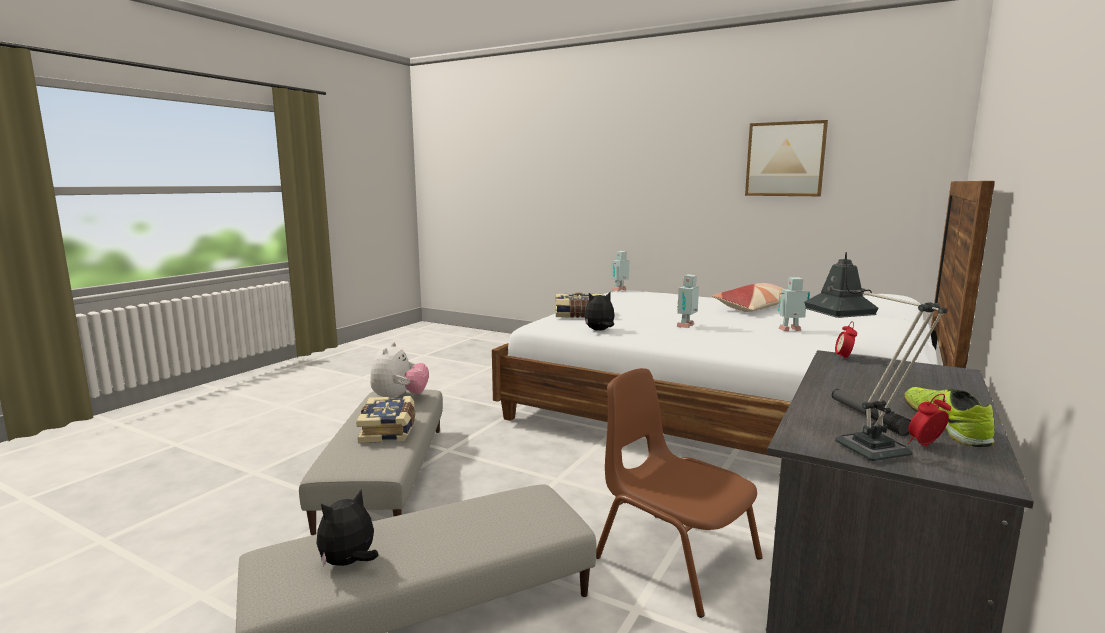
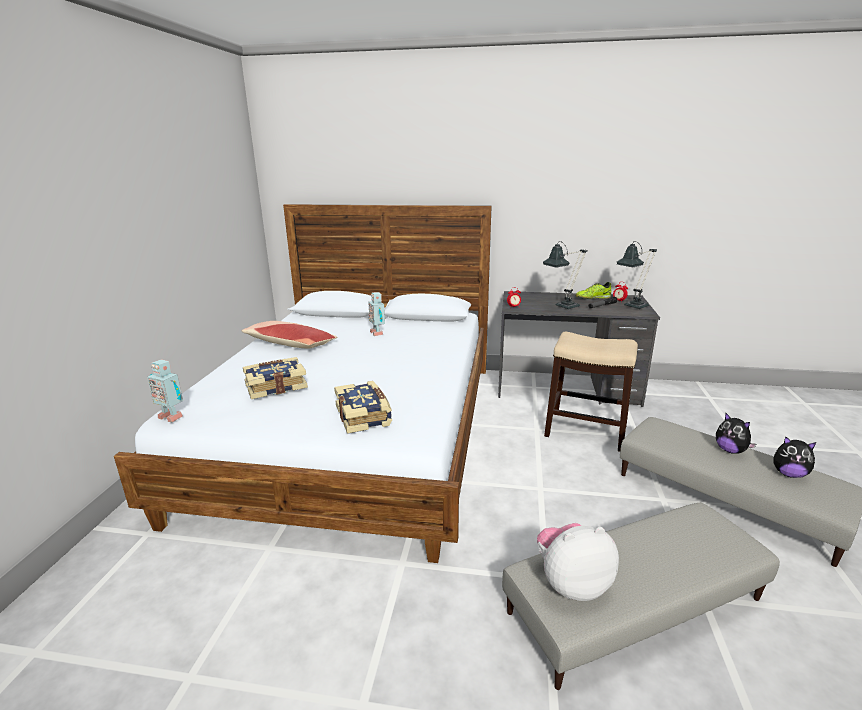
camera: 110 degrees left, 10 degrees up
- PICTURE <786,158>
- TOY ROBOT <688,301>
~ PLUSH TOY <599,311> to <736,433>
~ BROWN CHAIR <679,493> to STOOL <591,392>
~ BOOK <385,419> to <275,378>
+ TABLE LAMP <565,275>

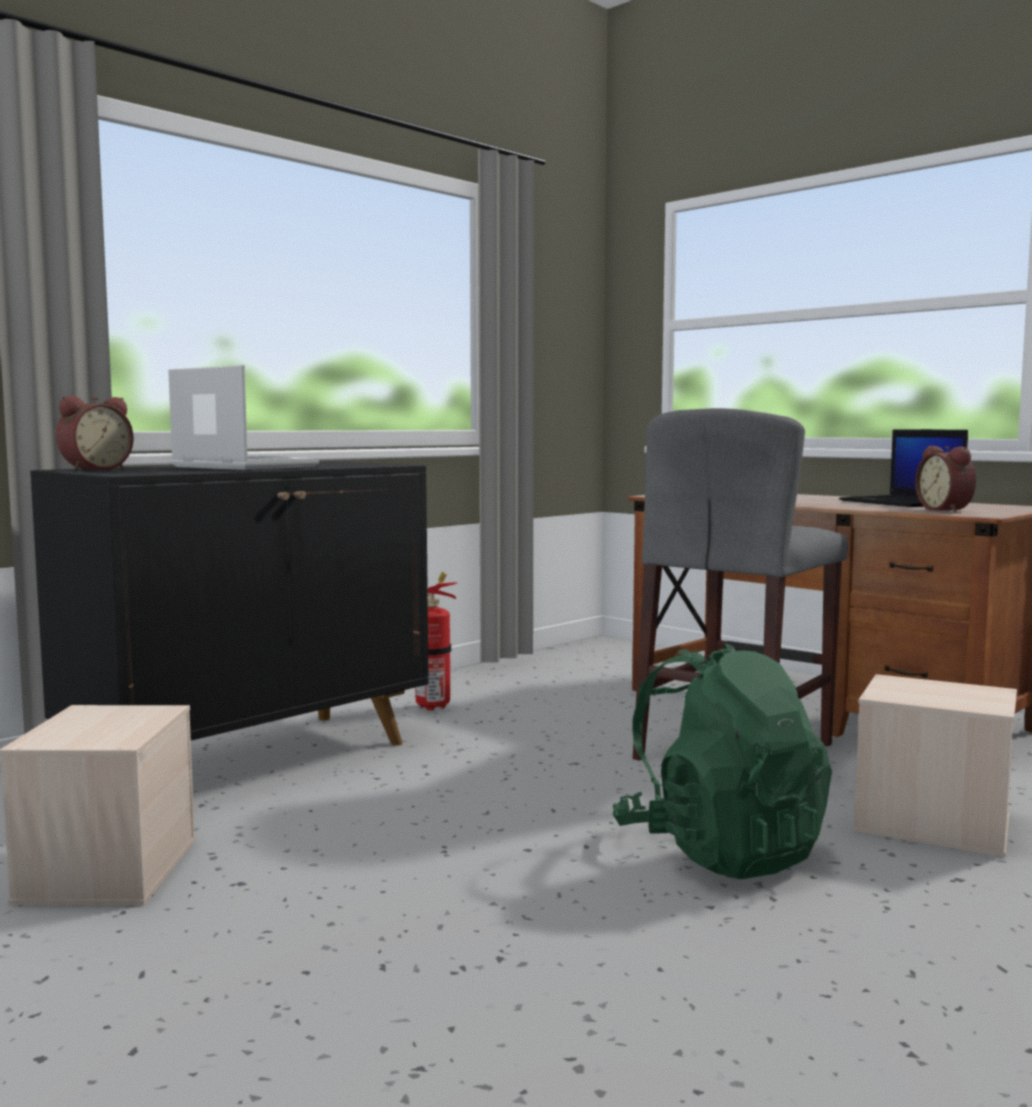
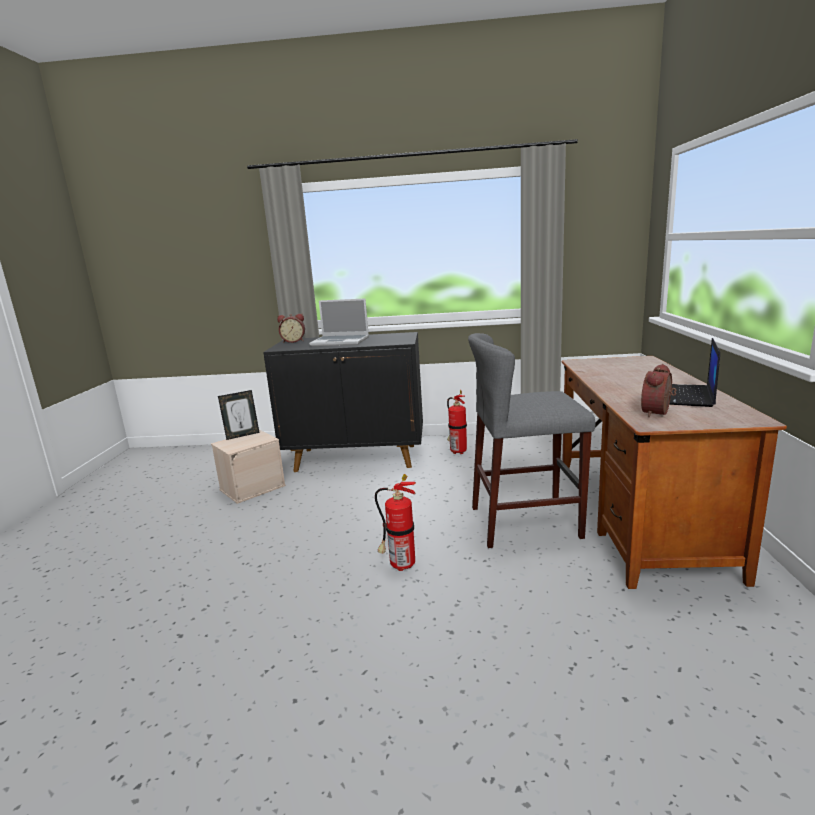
camera: 50 degrees right, 10 degrees up
~ LAPTOP <243,417> = <339,322> 105 degrees clockwise
~ GREEN BACKPACK <722,761> to FIRE EXTINGUISHER <395,522>
- BEIGE STORAGE BOX <935,765>
+ PICTURE FRAME <239,415>

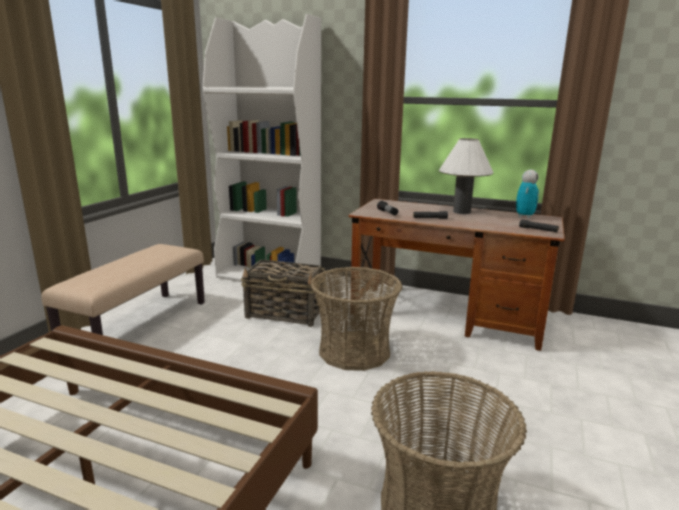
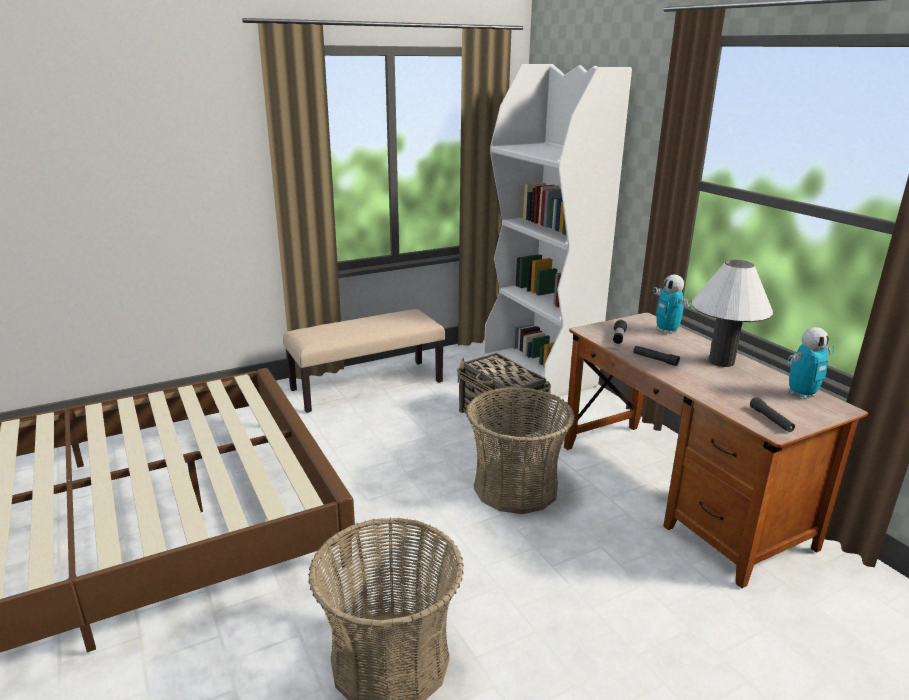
camera: 40 degrees right, 5 degrees up
+ TOY ROBOT <672,304>

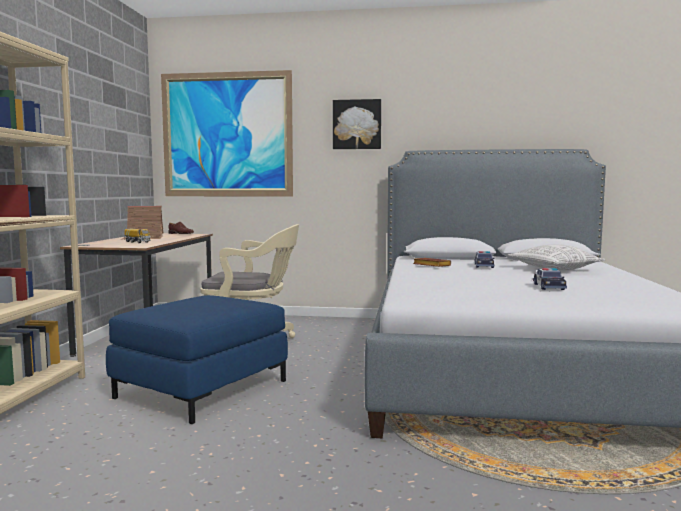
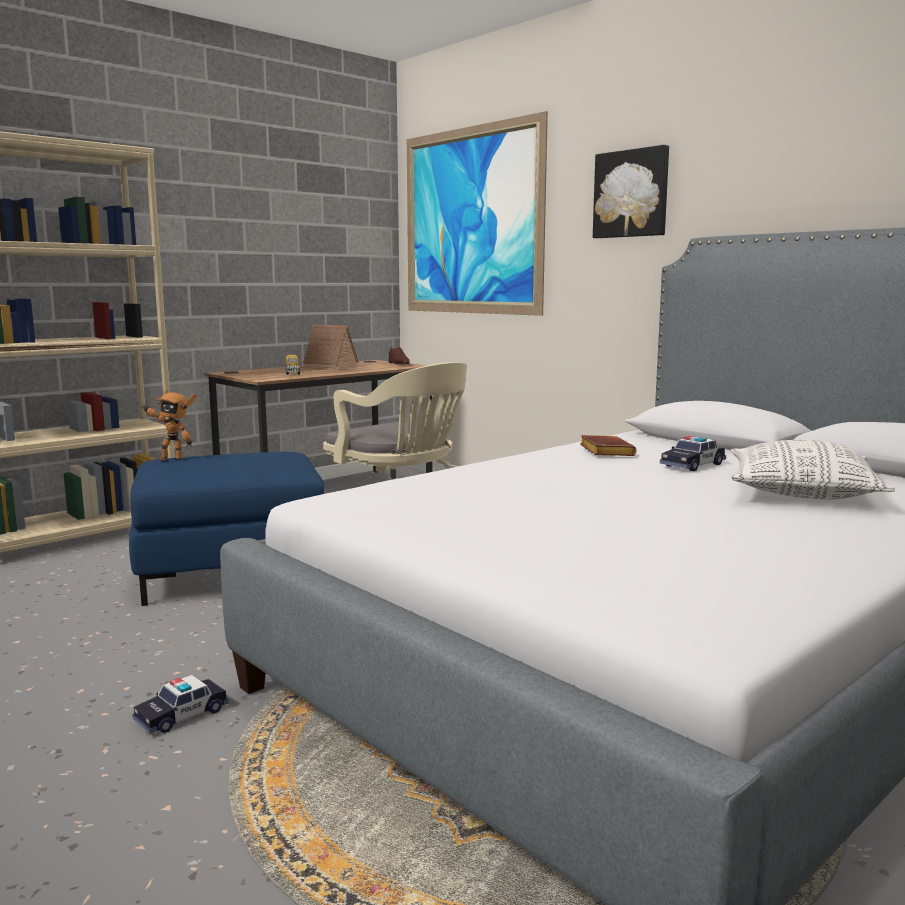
camera: 40 degrees right, 5 degrees up
~ TOY CAR <550,279> to <180,704>
+ TOY ROBOT <169,425>

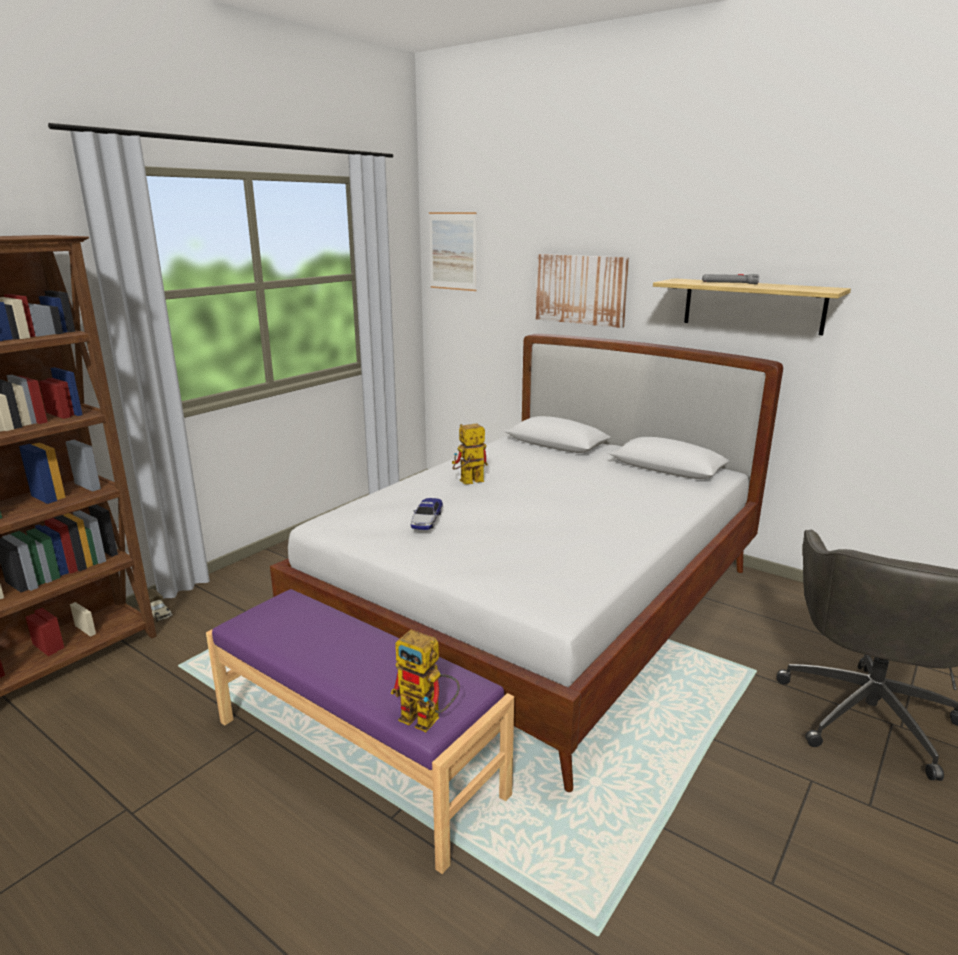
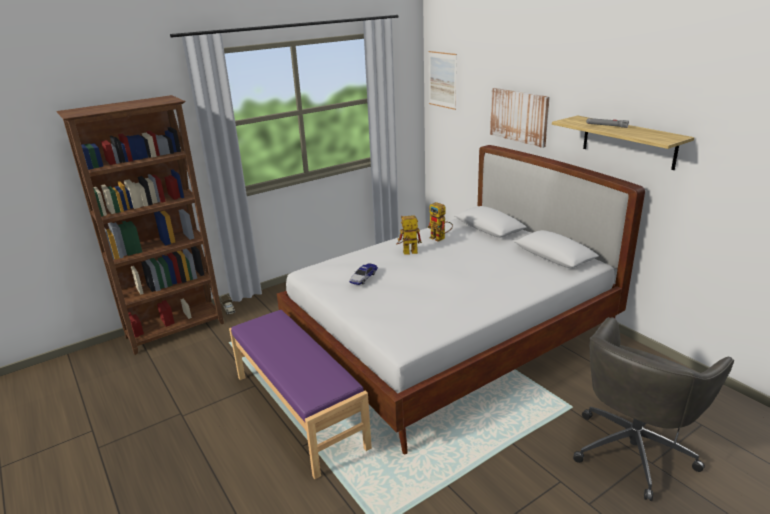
camera: 20 degrees right, 5 degrees up
~ TOY ROBOT <425,680> to <440,222>

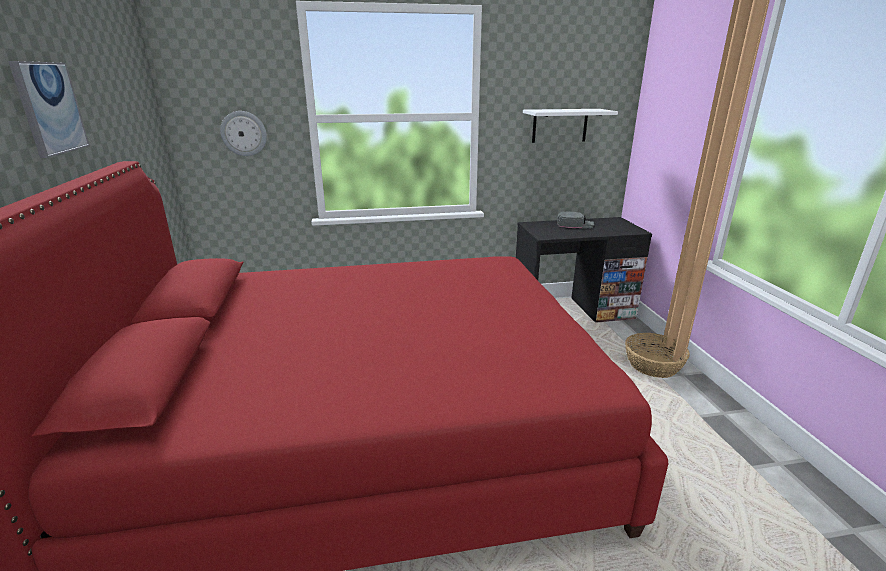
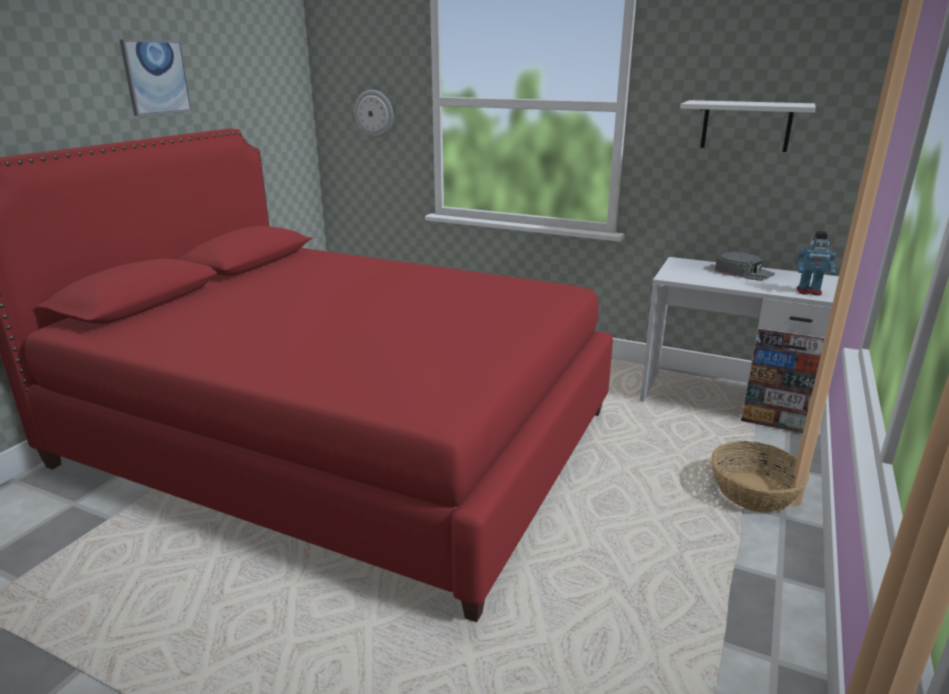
camera: 35 degrees right, 0 degrees up
~ BLACK DESK <584,270> to WHITE DESK <739,345>
+ TOY ROBOT <816,263>

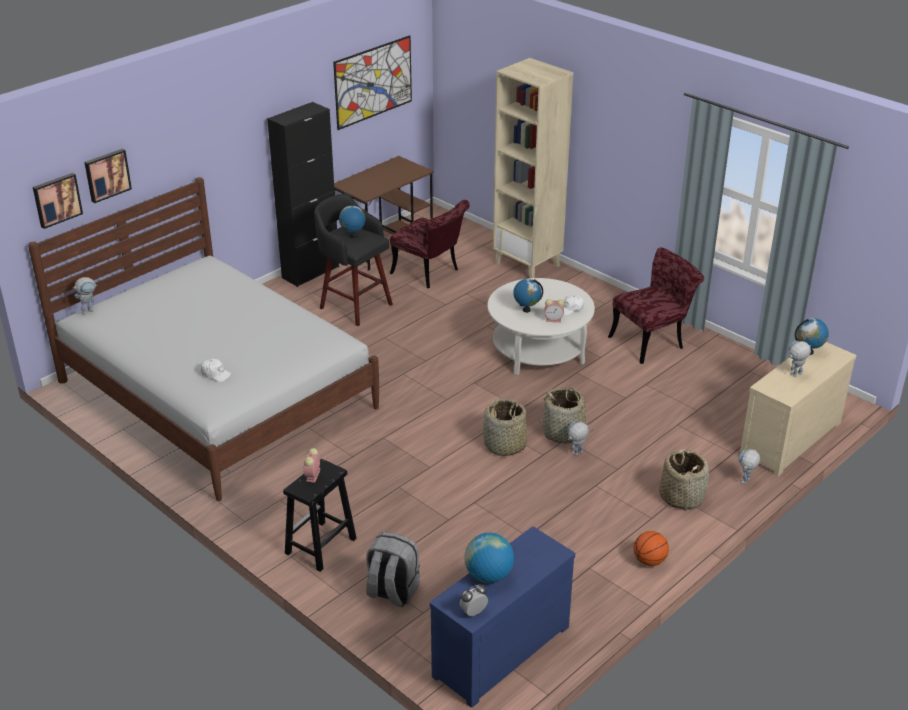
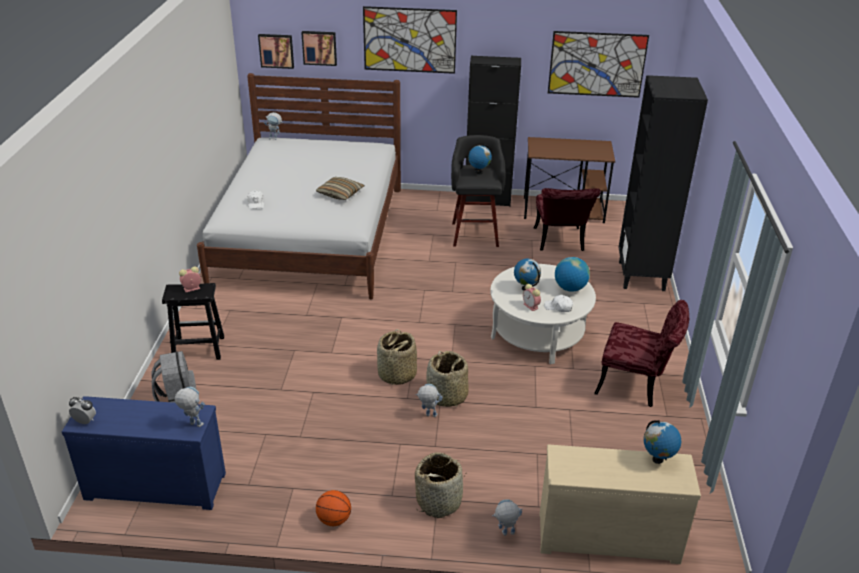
camera: 50 degrees right, 0 degrees up
~ BEIGE BOOKCASE <533,168> to BLACK BOOKCASE <663,183>
~ TOY ROBOT <799,359> to <190,407>
~ GLOBE <489,558> to <572,274>
+ PICTURE <410,40>
+ PILLOW <340,188>

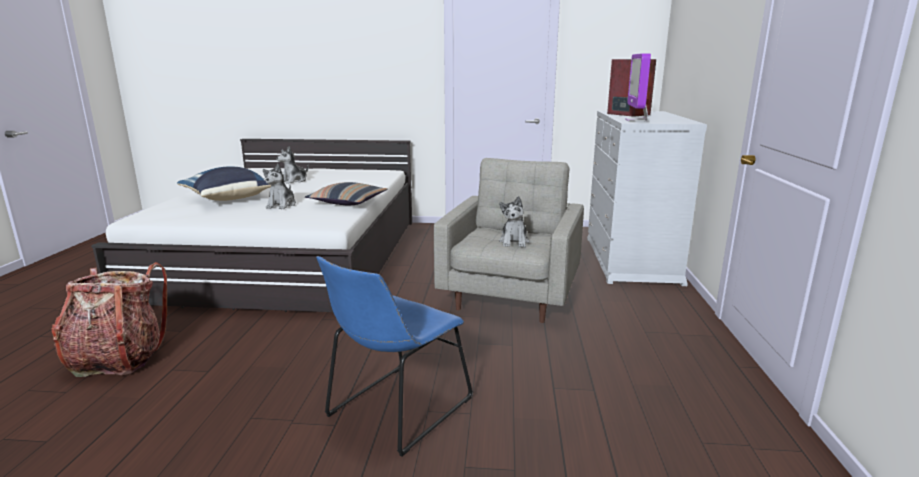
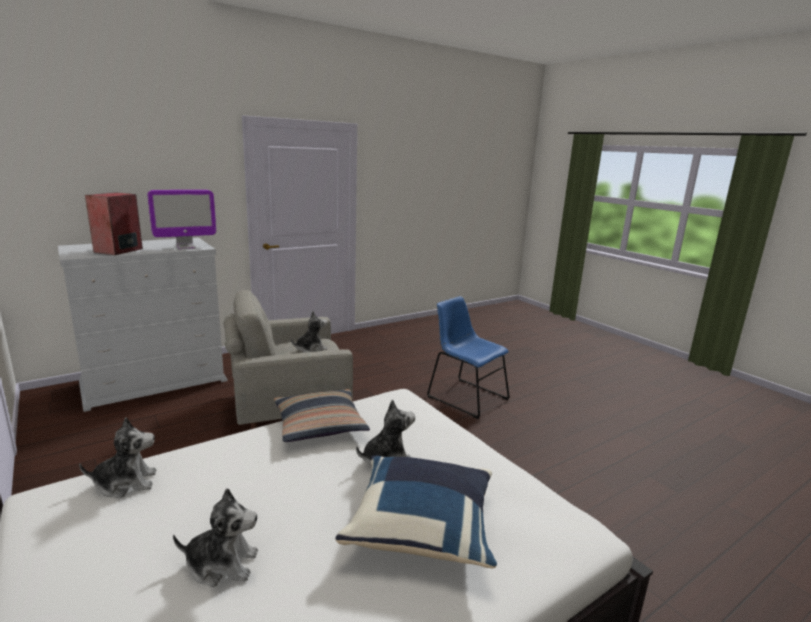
camera: 130 degrees left, 0 degrees up
~ BLUE CHAIR <394,356> = <468,357> 135 degrees counterclockwise
- BACKPACK <109,319>
+ PLUSH TOY <118,457>

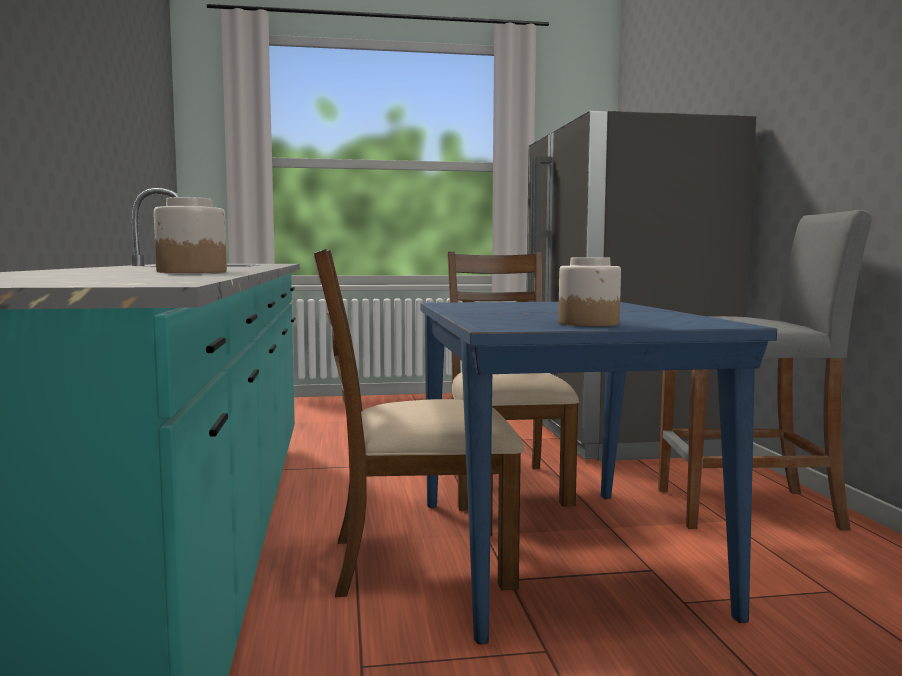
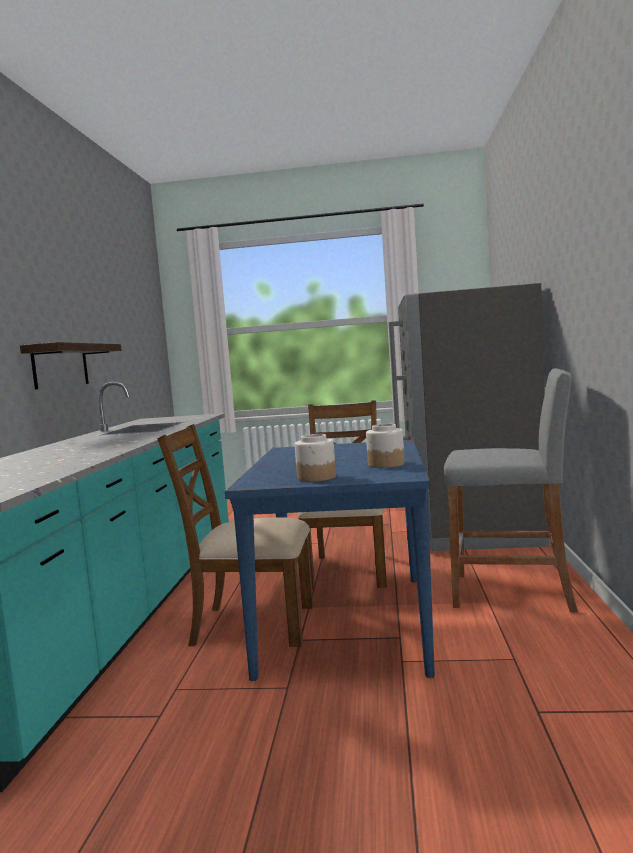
camera: 15 degrees right, 0 degrees up
~ JAR <190,235> to <385,446>
+ SHELF <71,366>

